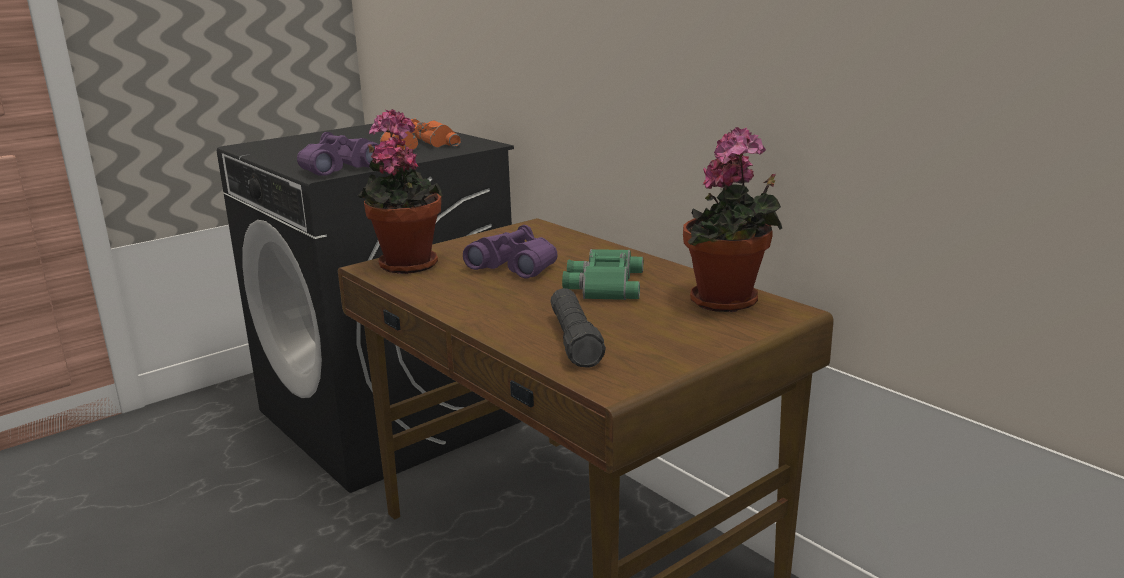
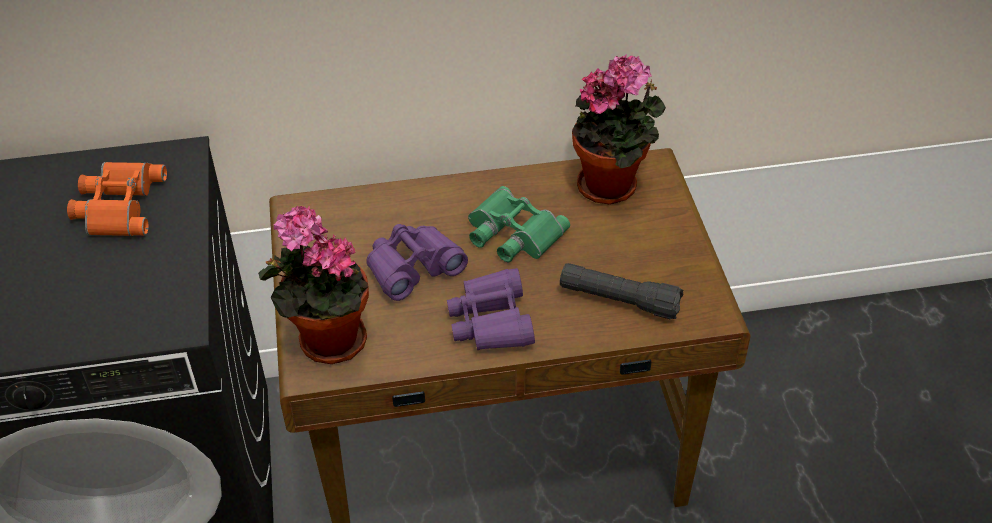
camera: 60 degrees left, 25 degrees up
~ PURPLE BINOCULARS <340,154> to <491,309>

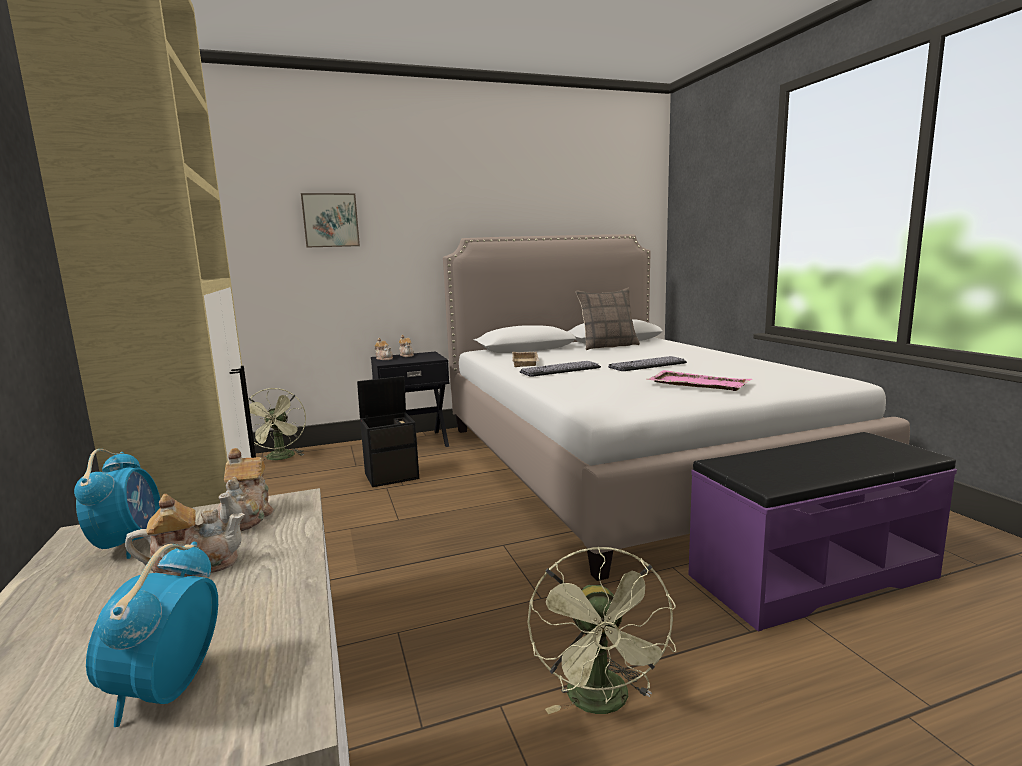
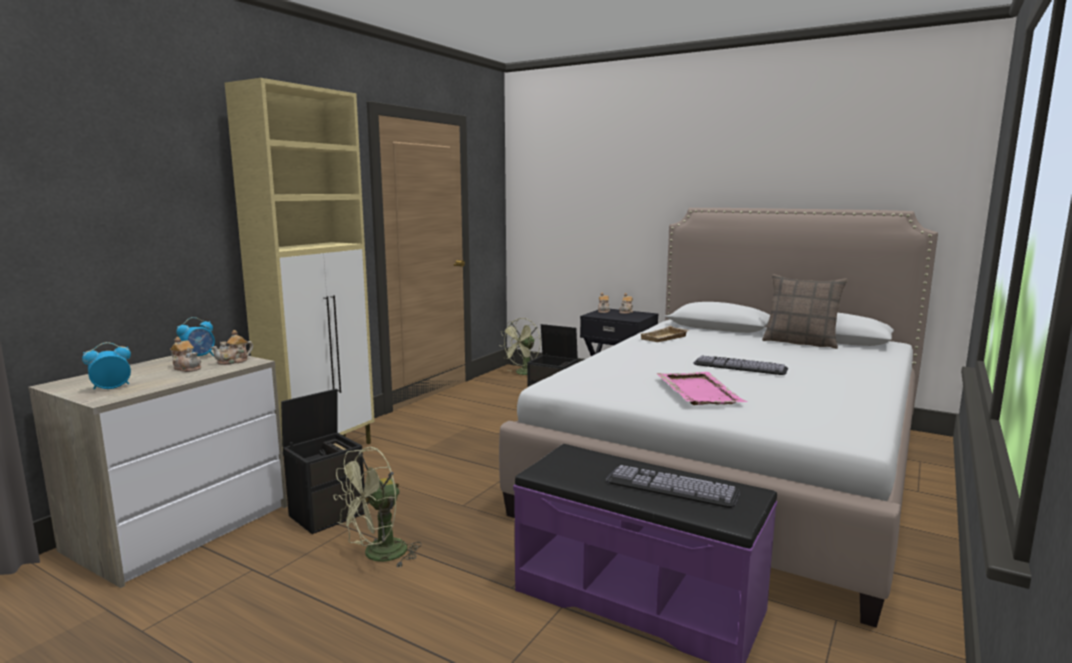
camera: 50 degrees right, 0 degrees up
- PICTURE <330,220>
~ KEYBOARD <560,369> to <673,486>
+ BLACK STORAGE BOX <323,461>

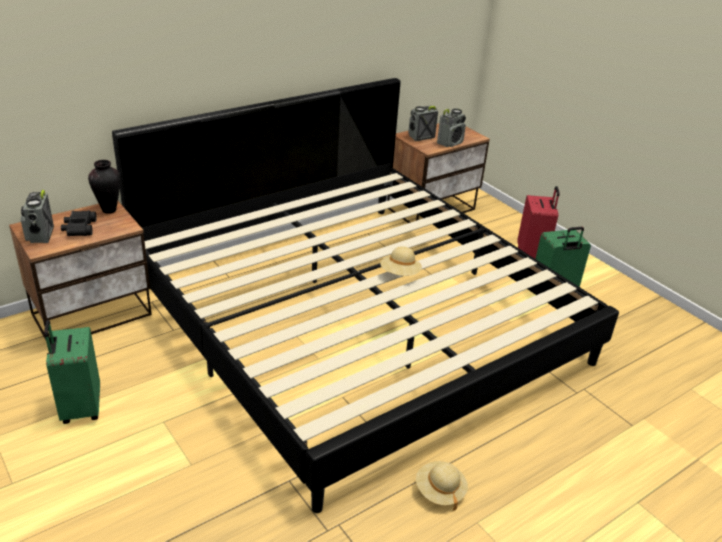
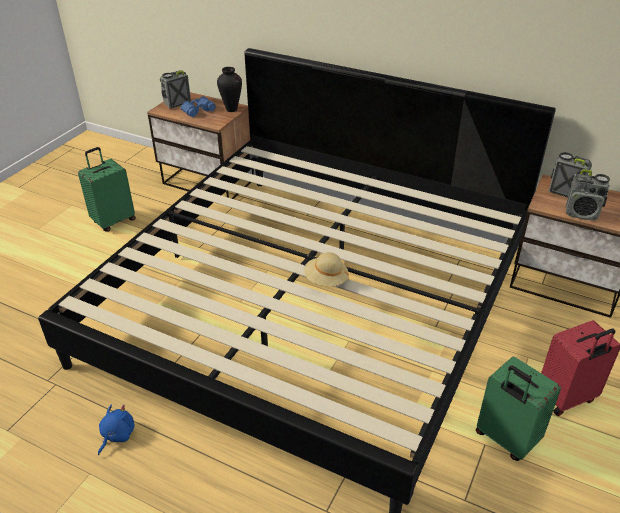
camera: 65 degrees right, 5 degrees up
~ BLACK BINOCULARS <79,223> to BLUE BINOCULARS <198,106>
~ BEIGE HAT <442,486> to BLUE PLUSH TOY <116,429>

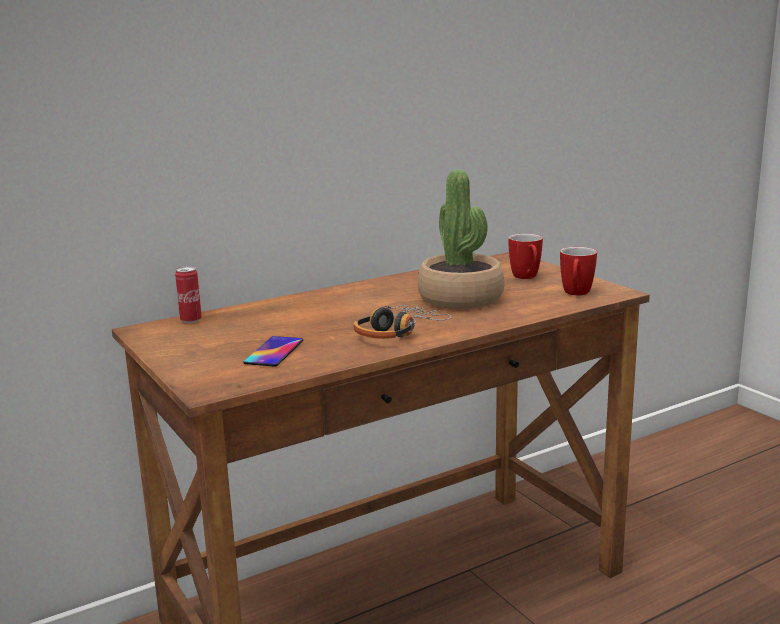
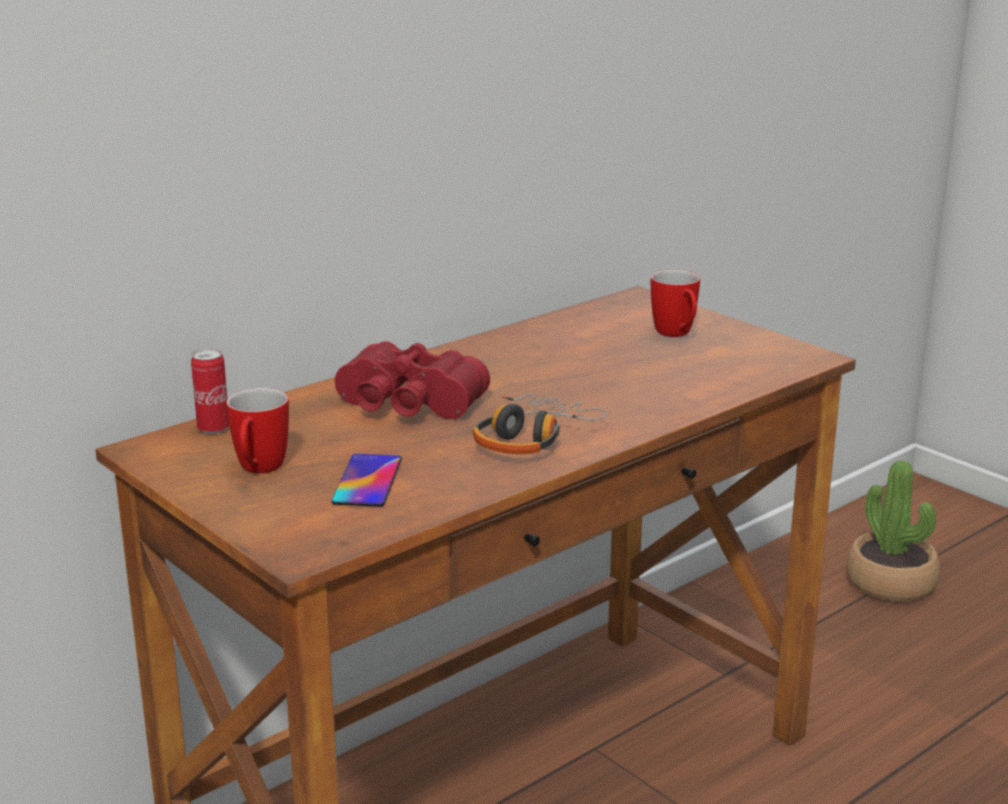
camera: 10 degrees left, 5 degrees up
~ POTTED PLANT <461,239> to <893,531>
~ MUG <578,271> to <257,430>
+ RED BINOCULARS <412,380>

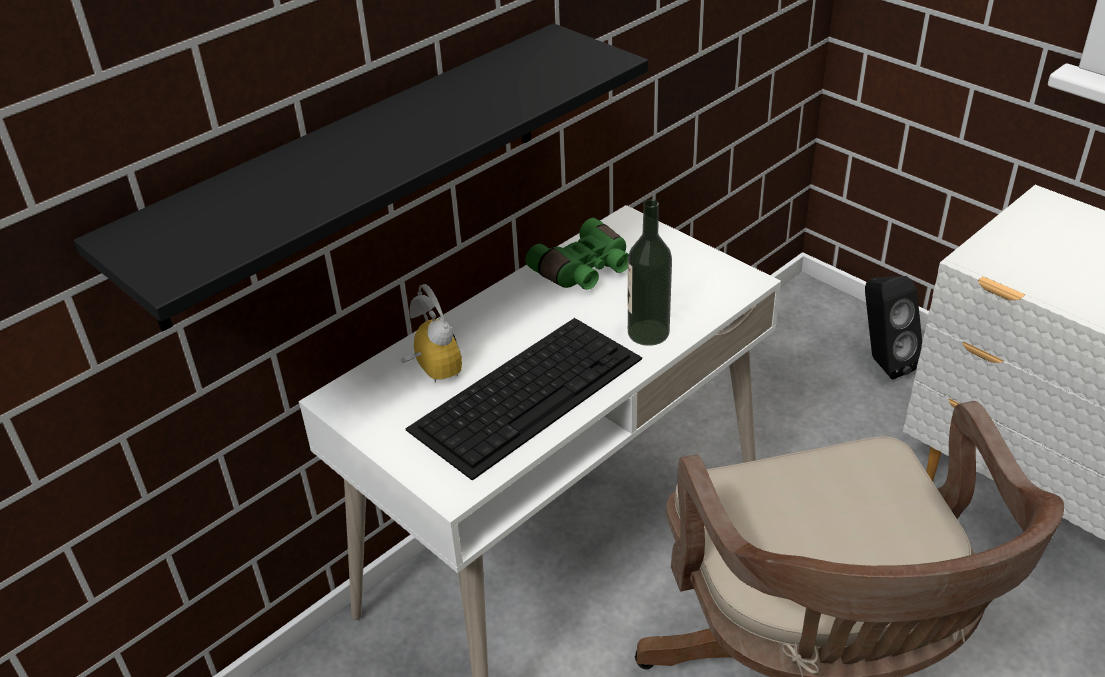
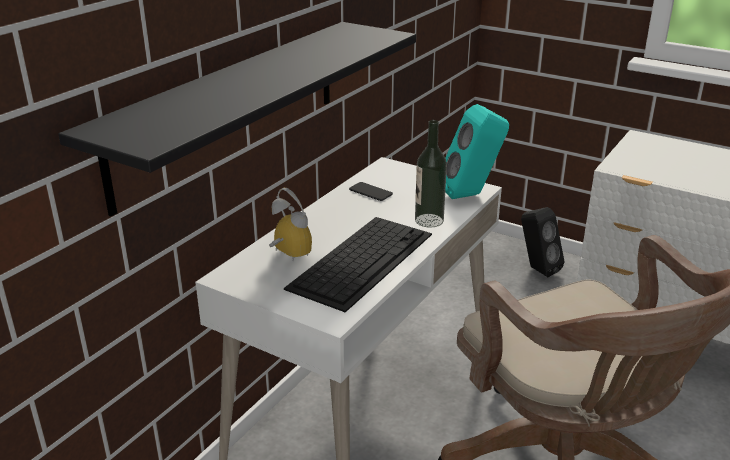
camera: 15 degrees left, 10 degrees down
~ GREEN BINOCULARS <577,254> to PHONE <371,191>
+ TURQUOISE SPEAKER <477,151>

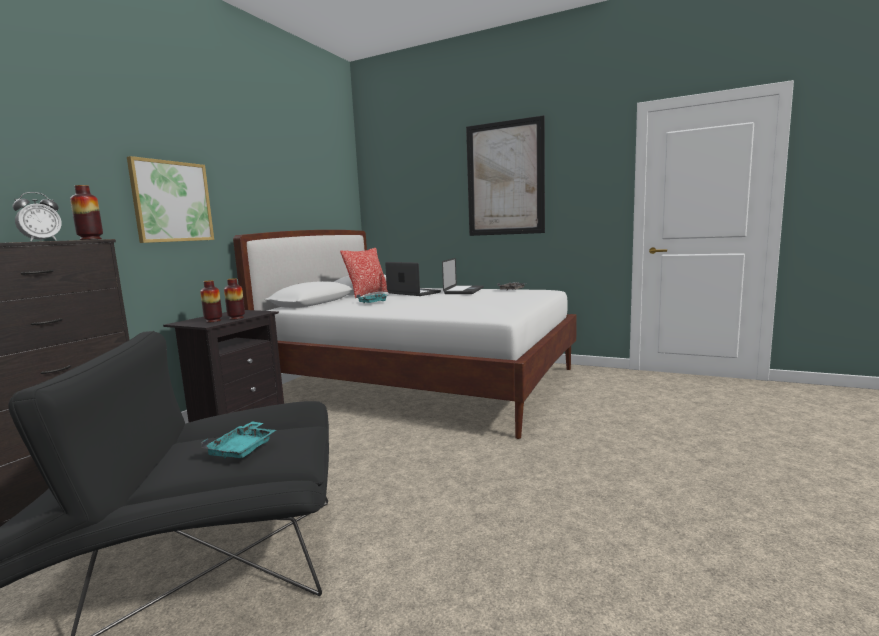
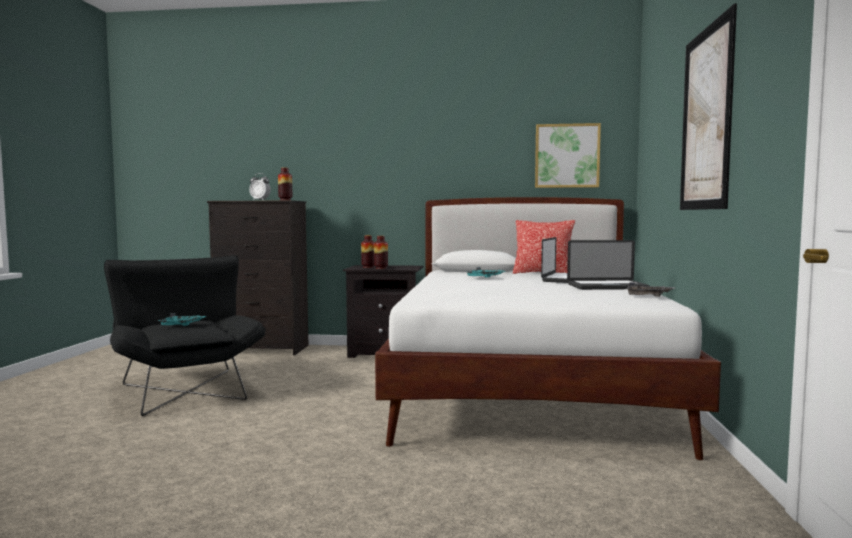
camera: 70 degrees right, 5 degrees down
~ PICTURE <170,199> to <568,155>

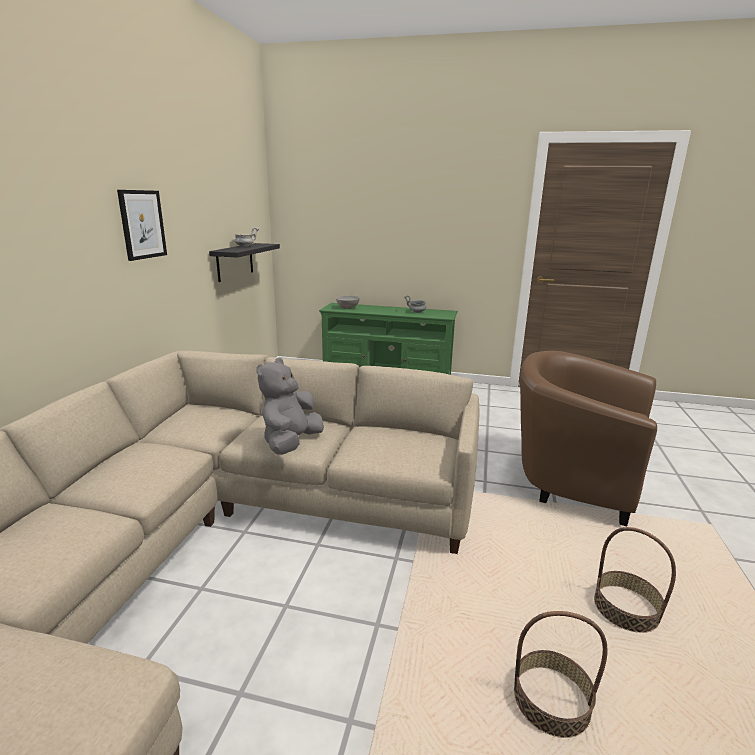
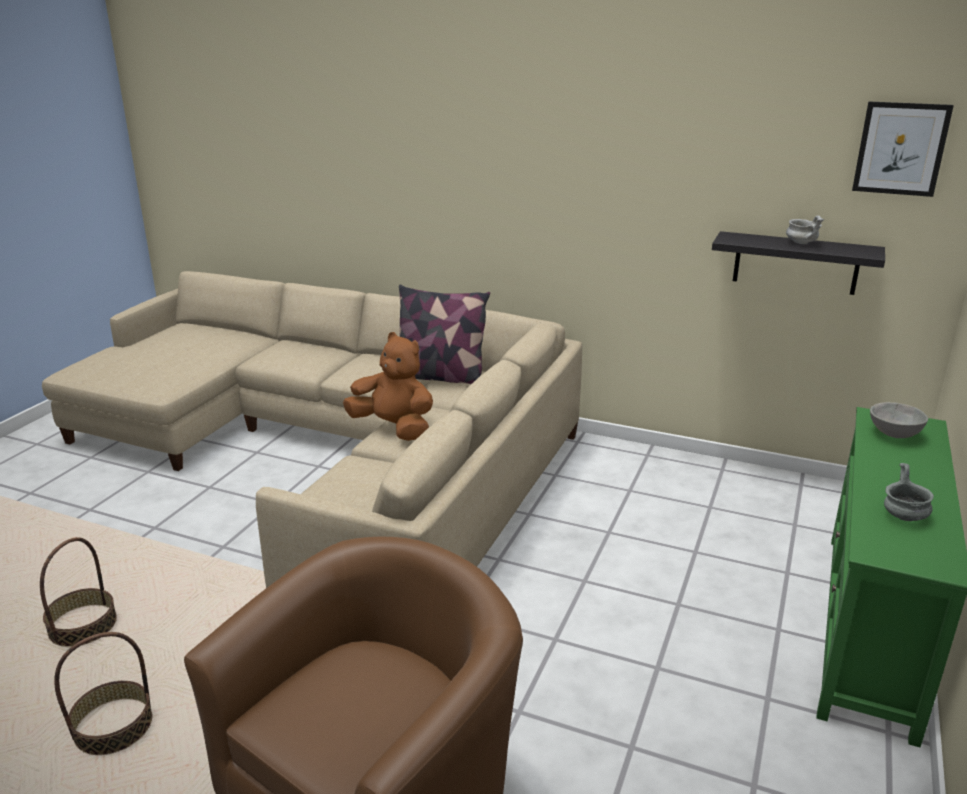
camera: 100 degrees right, 5 degrees up
~ PICTURE <142,225> to <903,149>
~ GREY PLUSH TOY <290,406> to BROWN PLUSH TOY <388,386>
+ PILLOW <444,334>

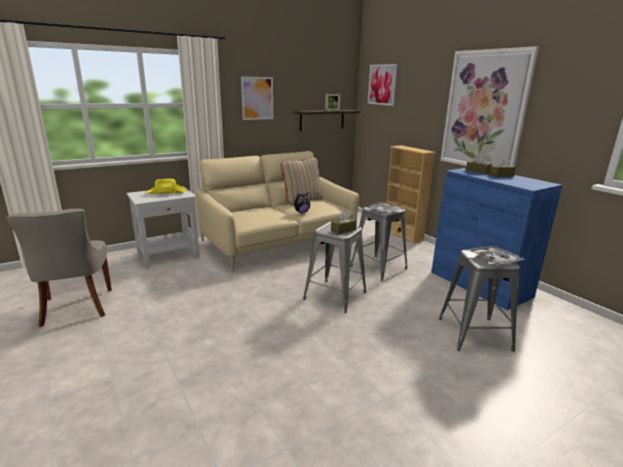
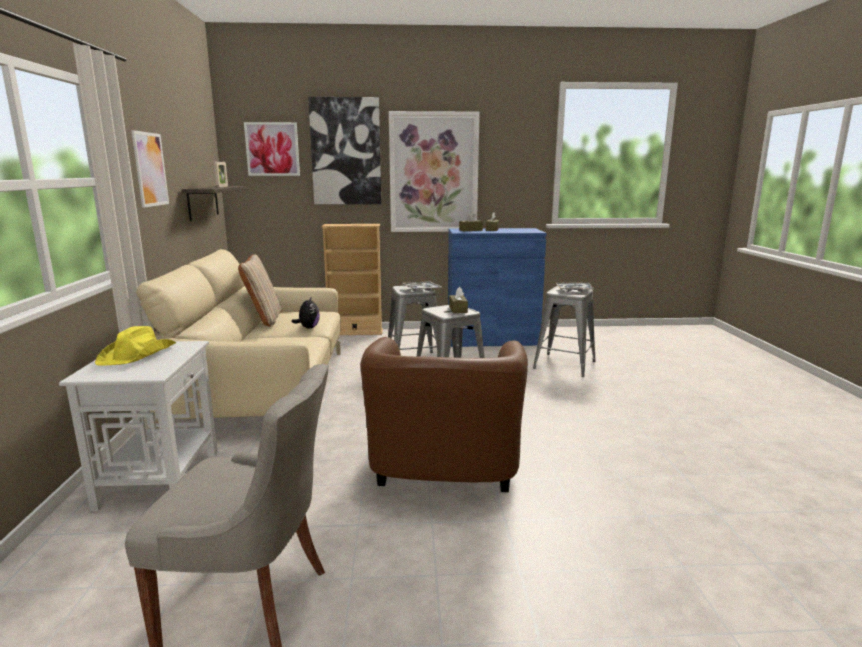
camera: 60 degrees left, 5 degrees down
+ PICTURE <344,150>
+ BROWN ARMCHAIR <444,414>

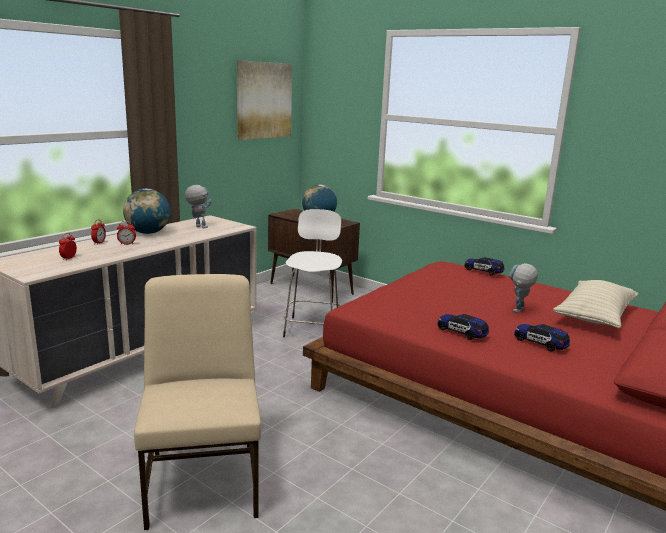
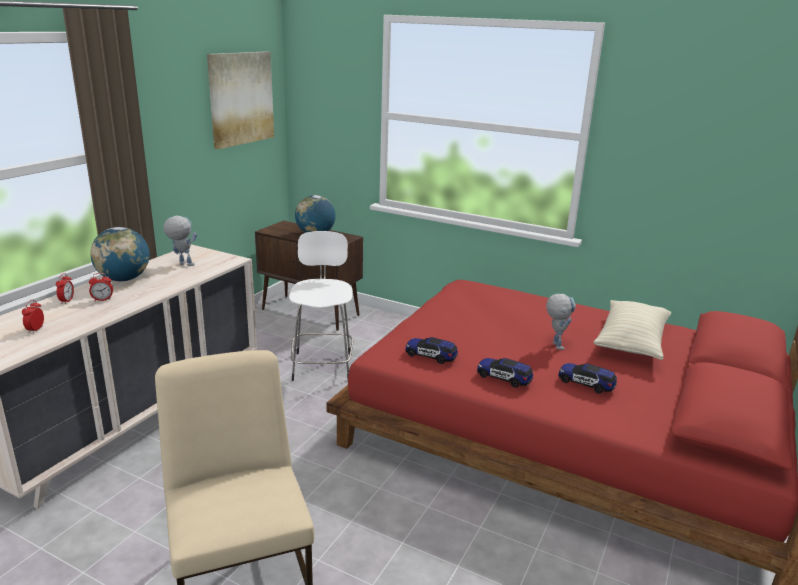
camera: 10 degrees left, 5 degrees up
~ TOY CAR <484,266> to <431,350>
~ TOY ROBOT <523,288> = <561,322> 150 degrees clockwise

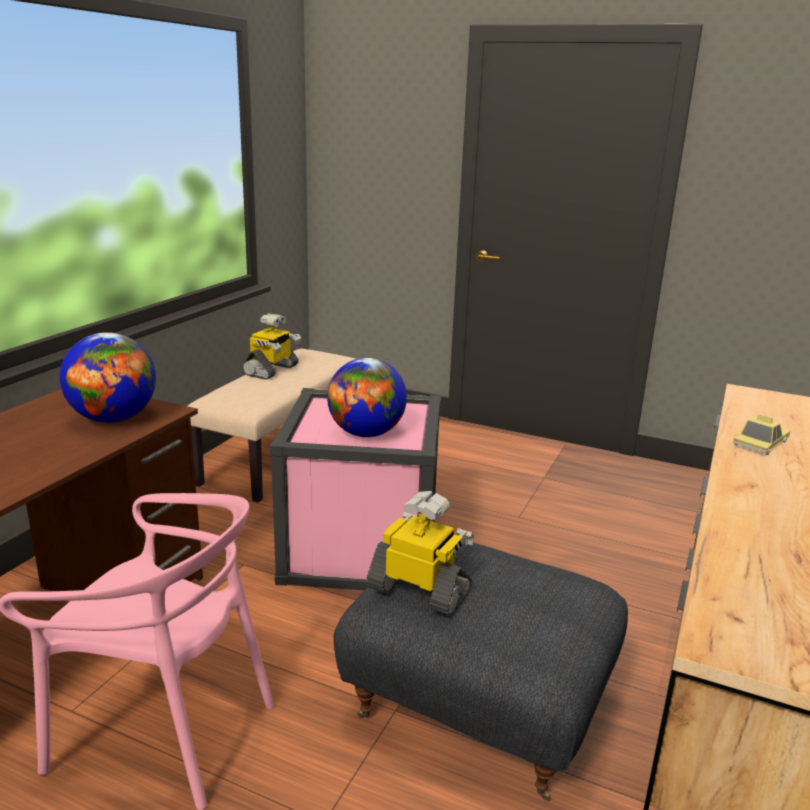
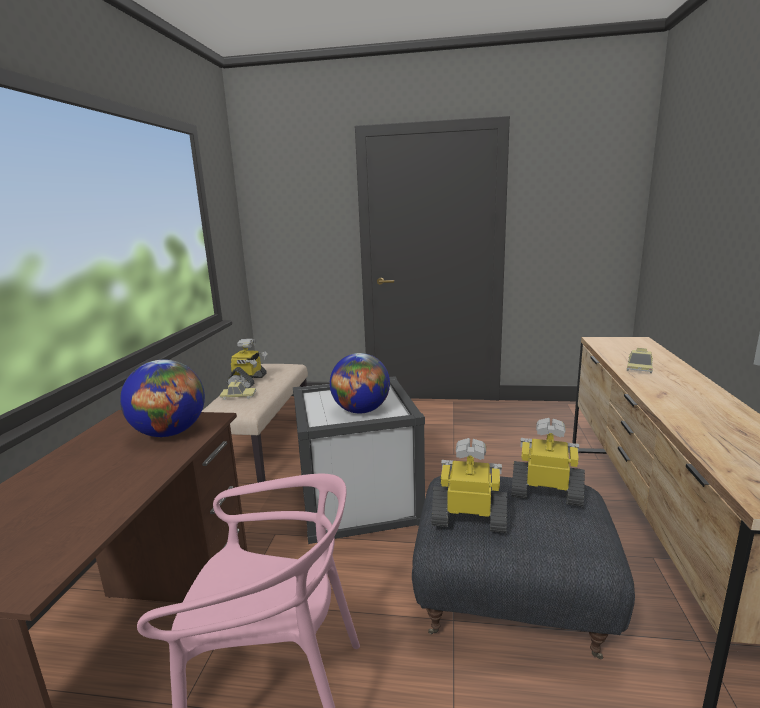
camera: 15 degrees left, 5 degrees down
~ PINK STORAGE BOX <355,489> to WHITE STORAGE BOX <359,460>
+ TOY CAR <237,390>
+ TOY ROBOT <548,462>

